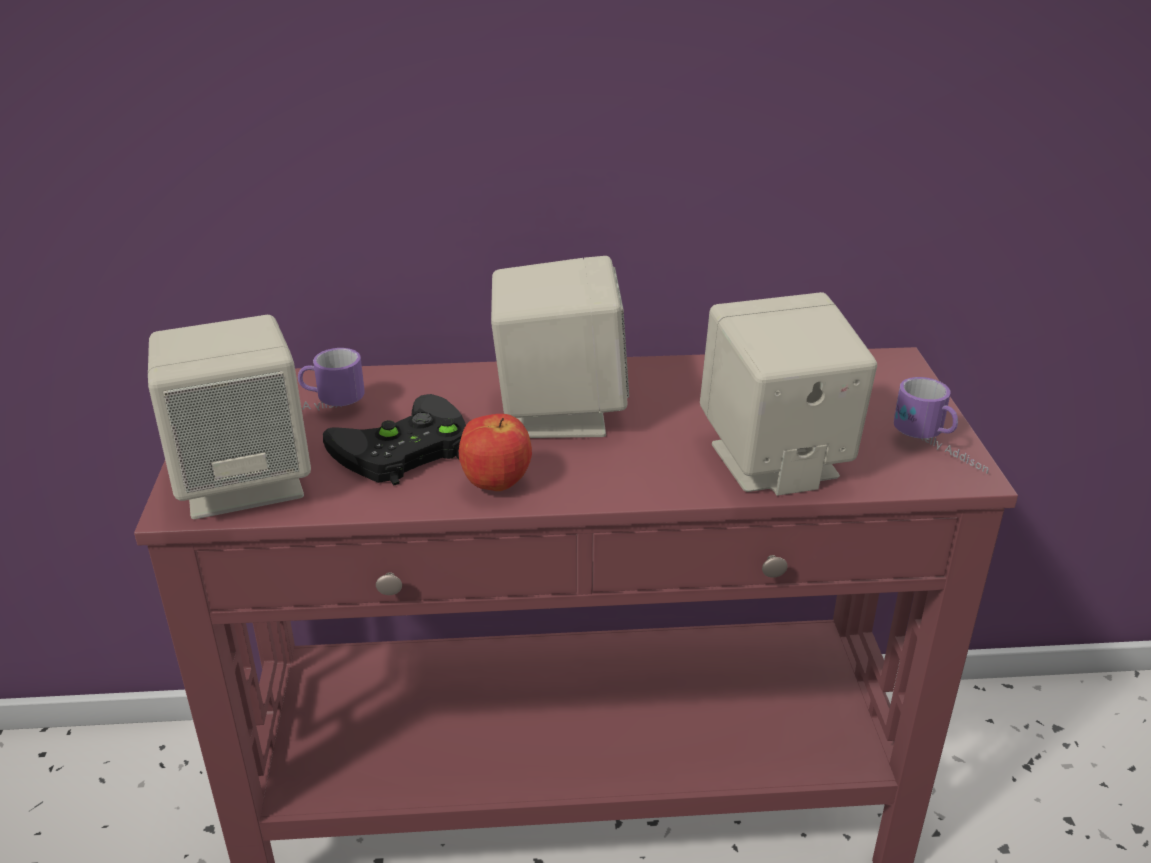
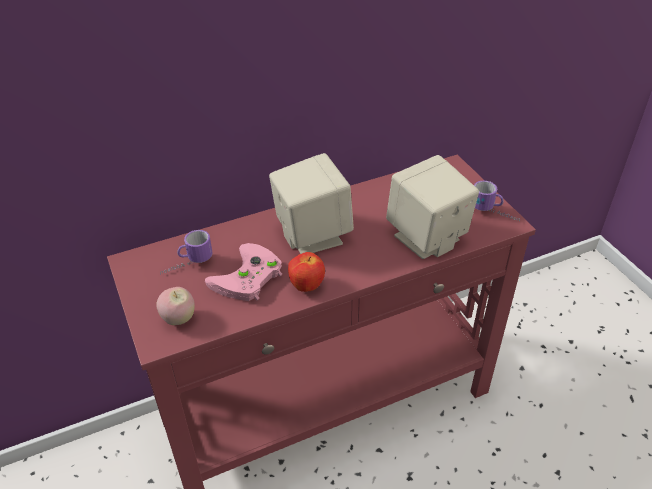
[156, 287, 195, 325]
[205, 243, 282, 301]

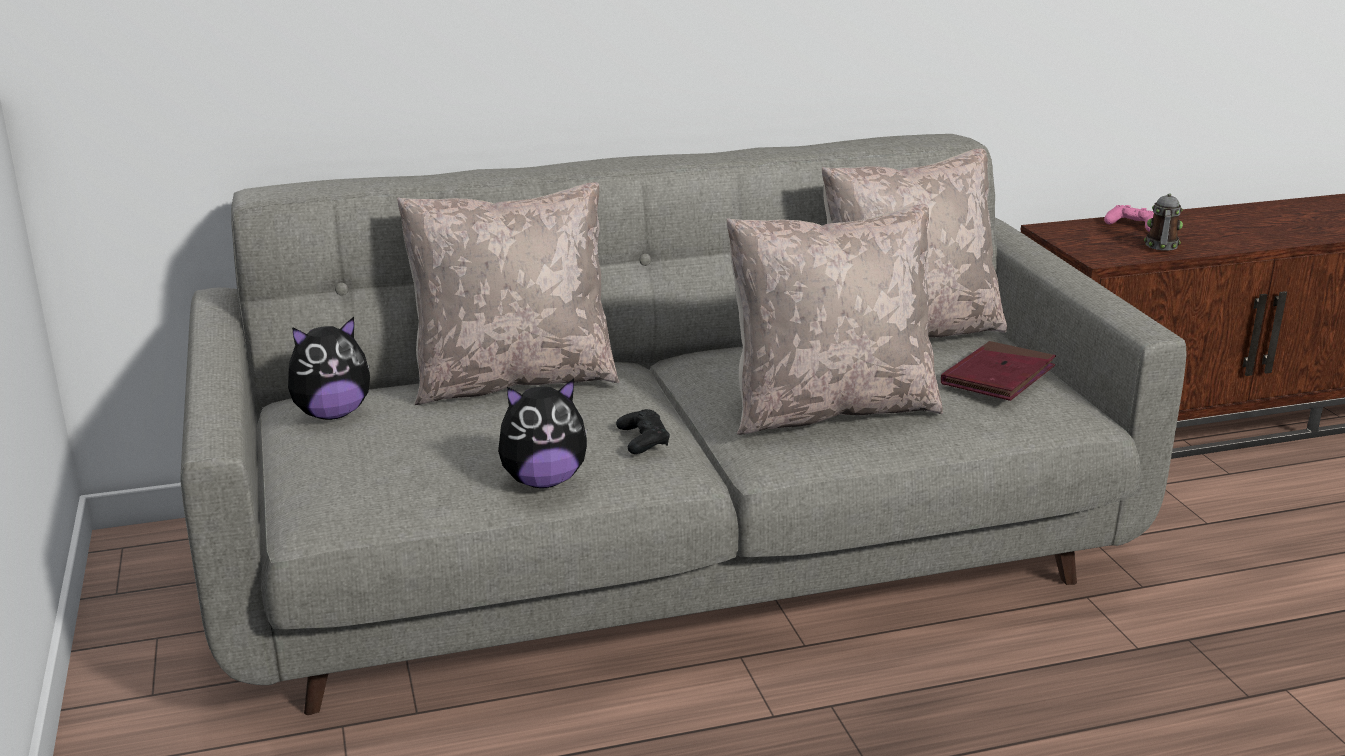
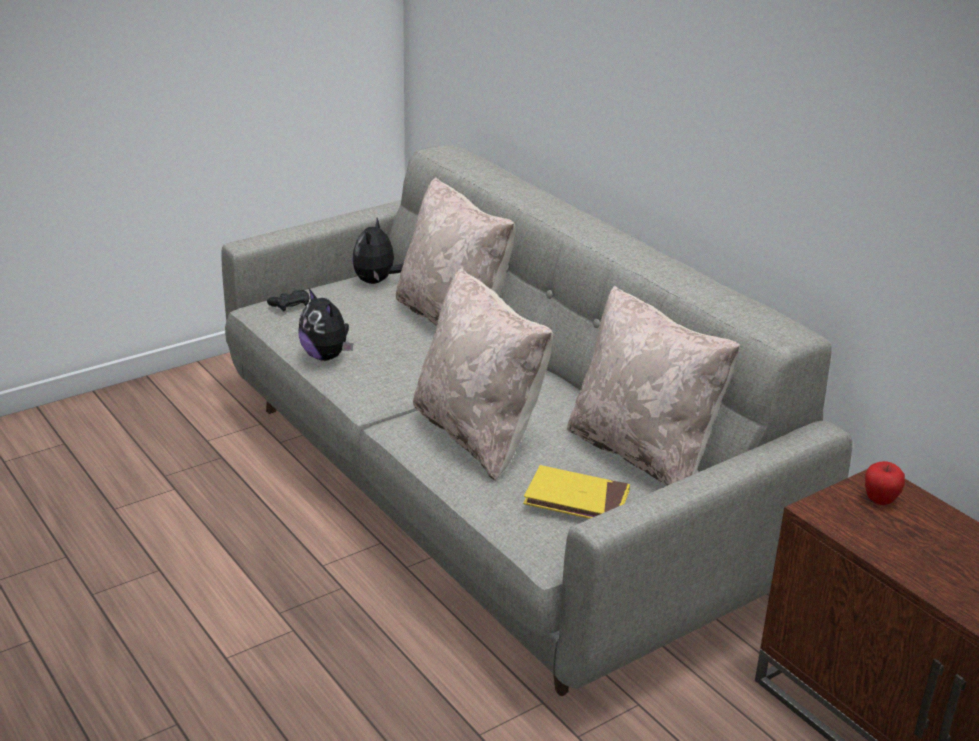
[267, 289, 309, 312]
[352, 218, 404, 284]
[523, 465, 630, 519]
[865, 461, 905, 505]
[1104, 205, 1154, 232] (first image)
[1144, 193, 1183, 251] (first image)

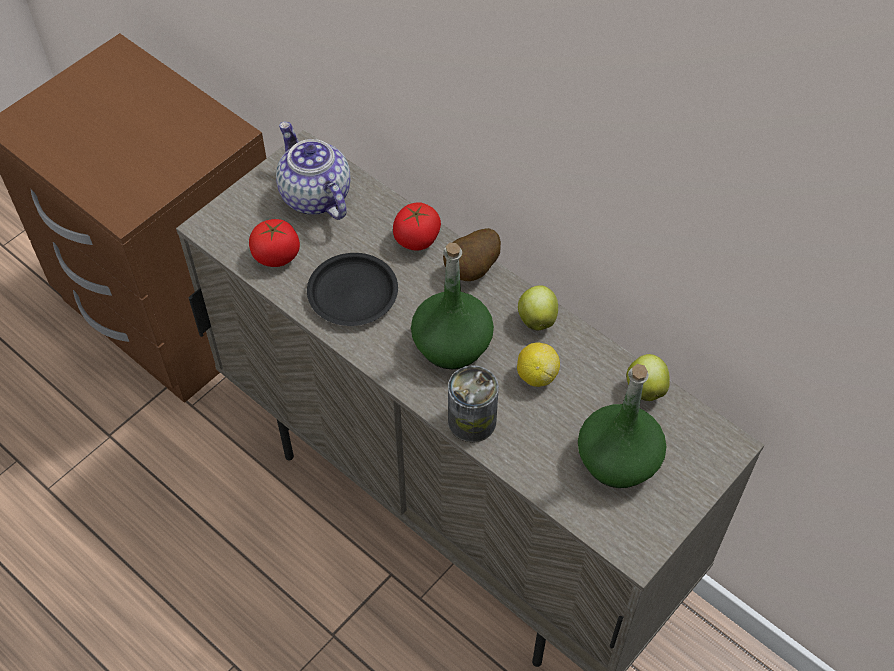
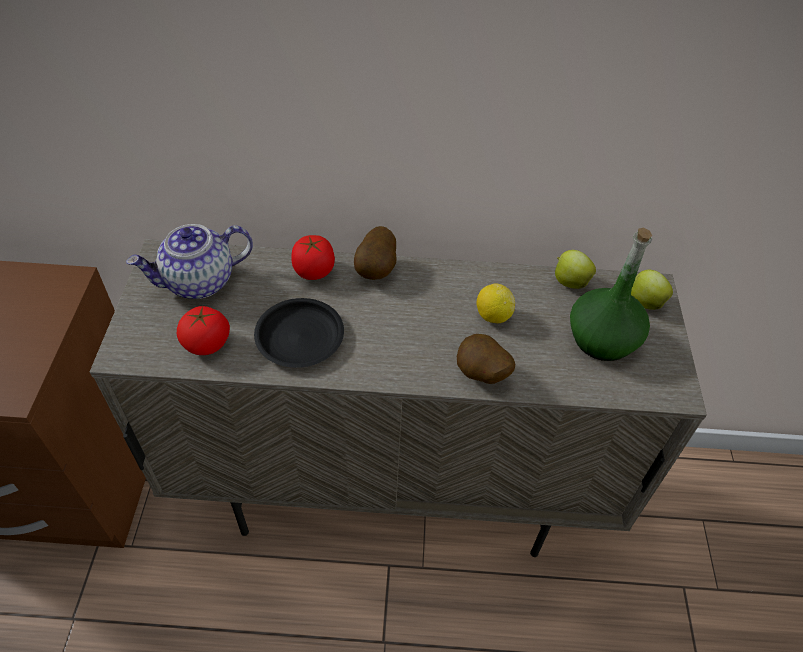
[126, 224, 253, 299]
[457, 334, 515, 384]
[631, 270, 673, 310]
[411, 243, 494, 369] (first image)

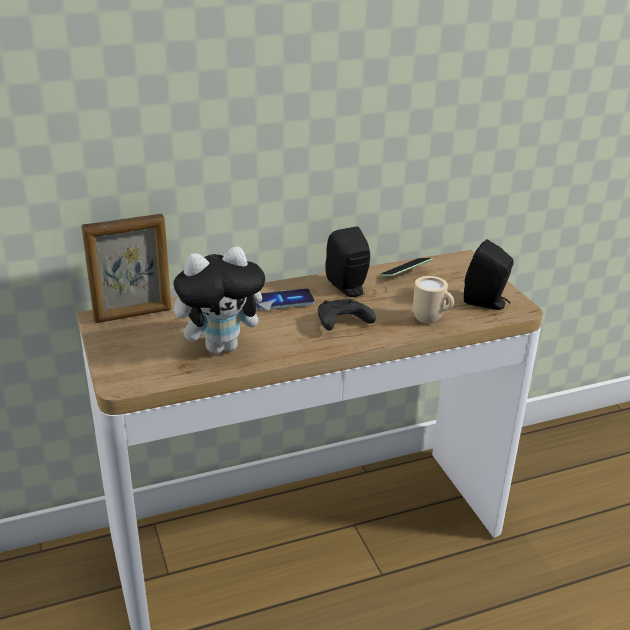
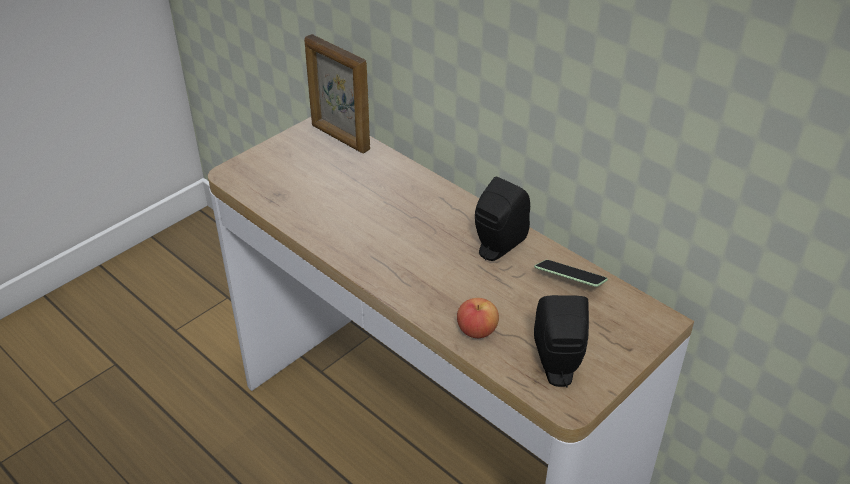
[457, 298, 499, 338]
[173, 246, 273, 354] (first image)
[256, 288, 315, 311] (first image)
[318, 299, 376, 330] (first image)

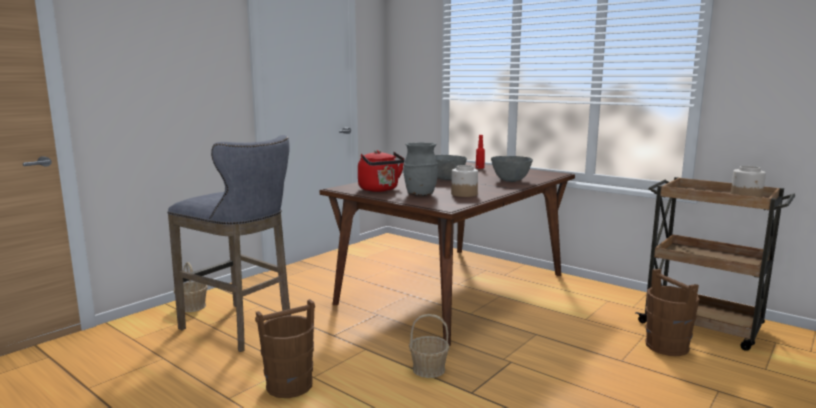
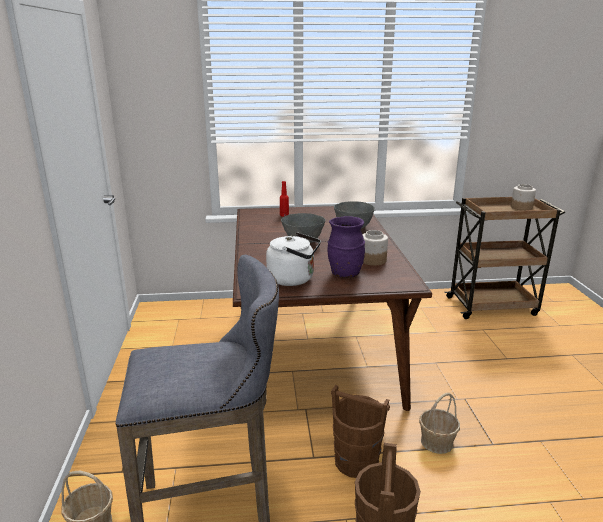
[266, 232, 321, 286]
[328, 216, 365, 277]
[331, 385, 390, 478]

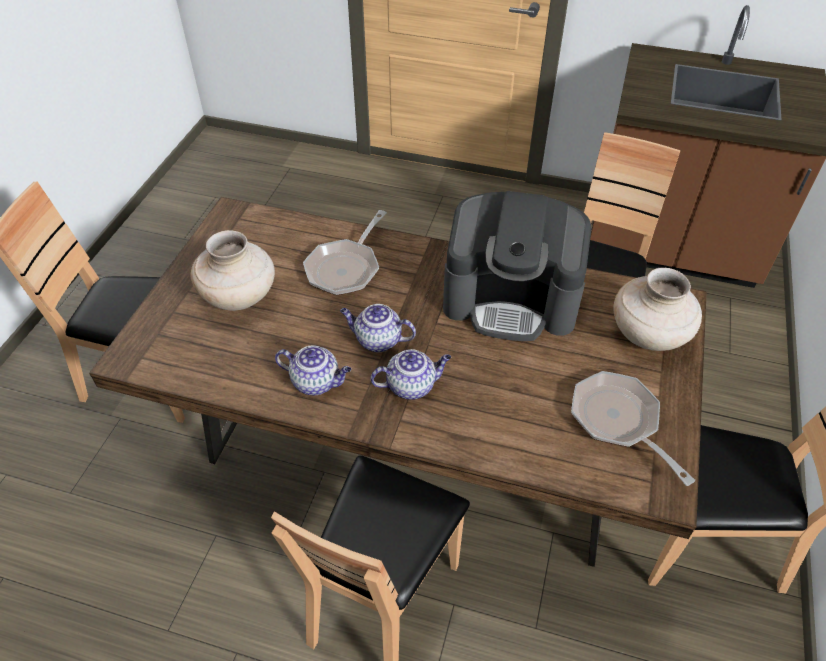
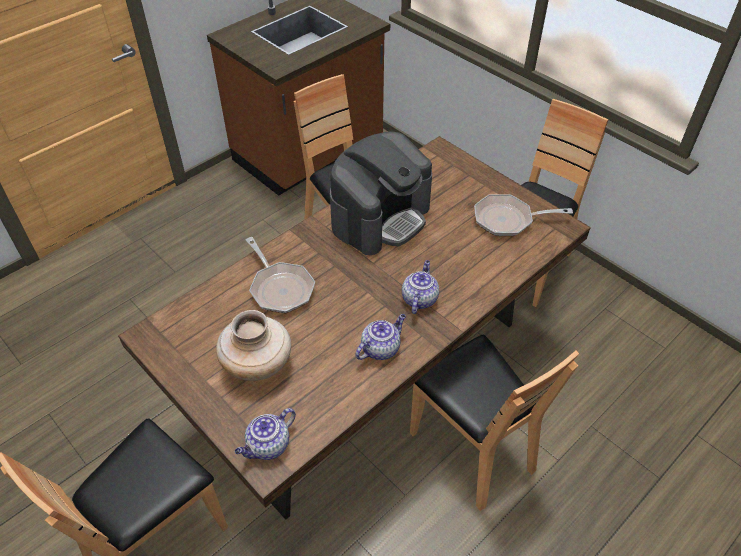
[235, 408, 296, 460]
[613, 268, 702, 351] (first image)

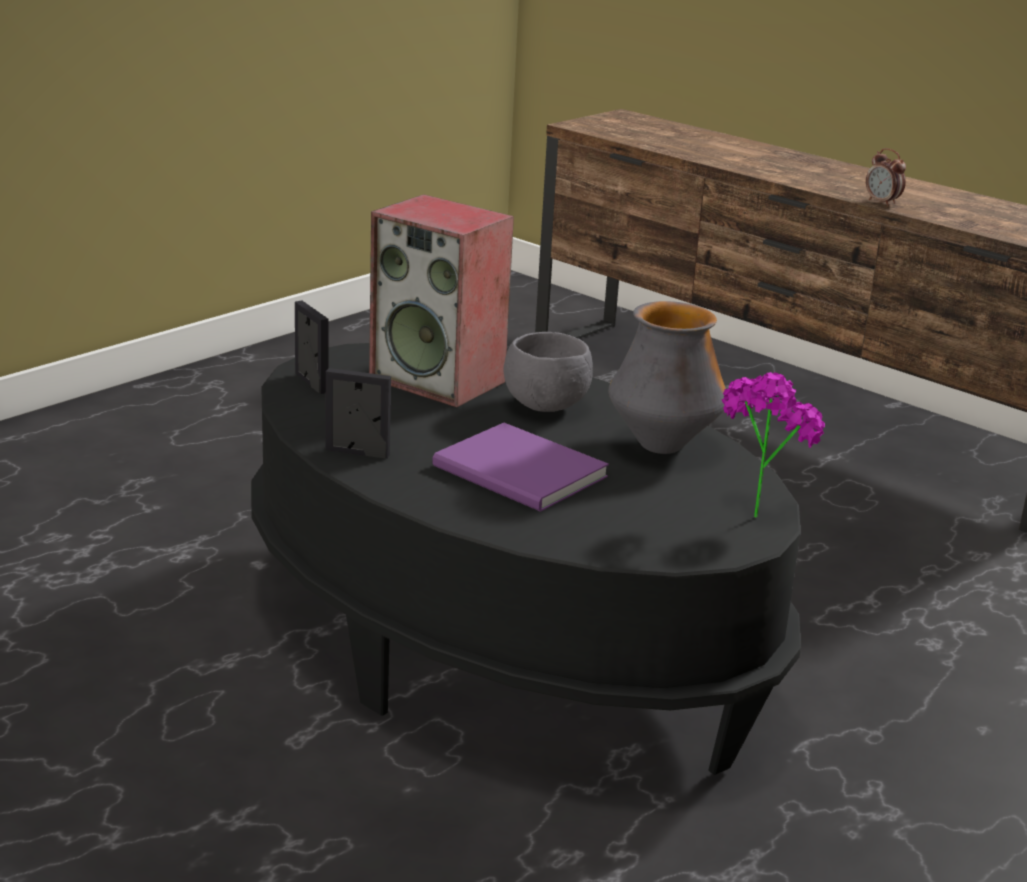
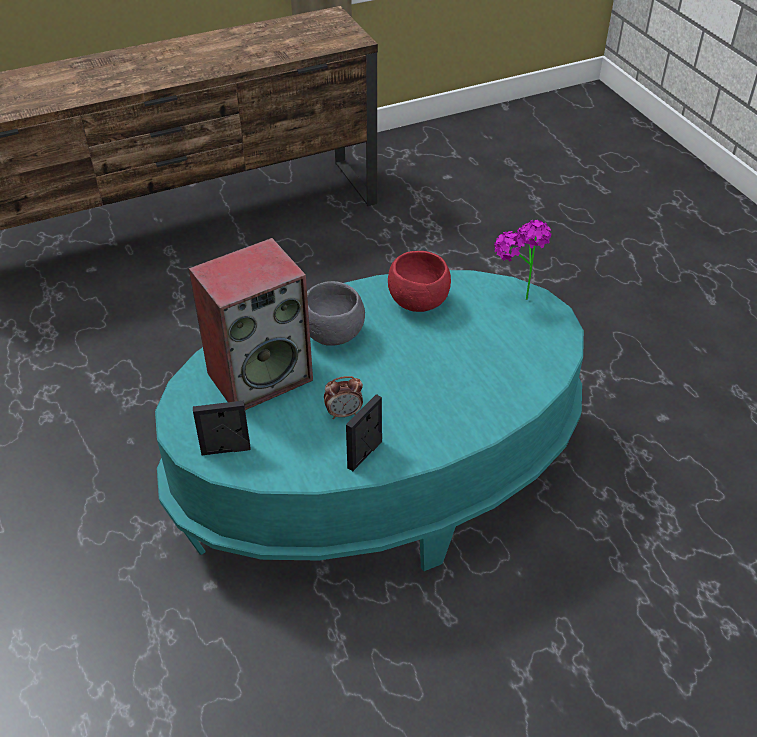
[155, 270, 584, 571]
[324, 376, 363, 419]
[388, 251, 451, 312]
[432, 423, 609, 512] (first image)

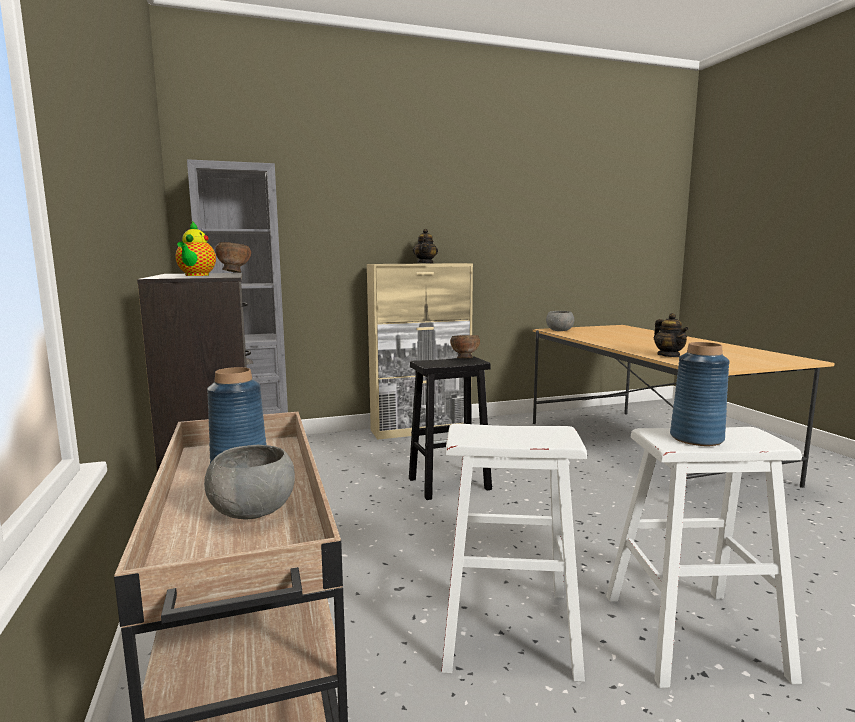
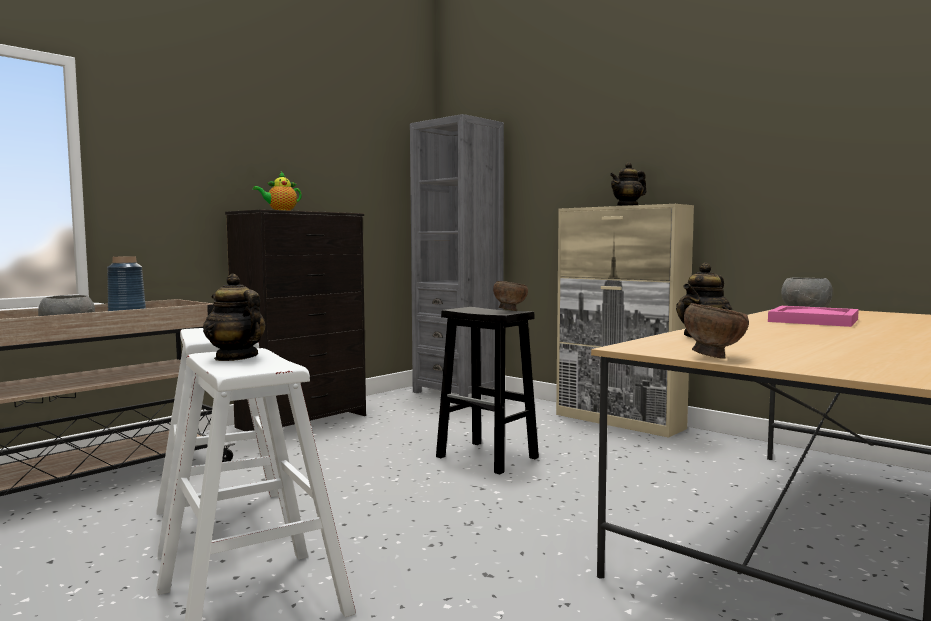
[203, 274, 266, 361]
[684, 303, 749, 359]
[768, 306, 859, 327]

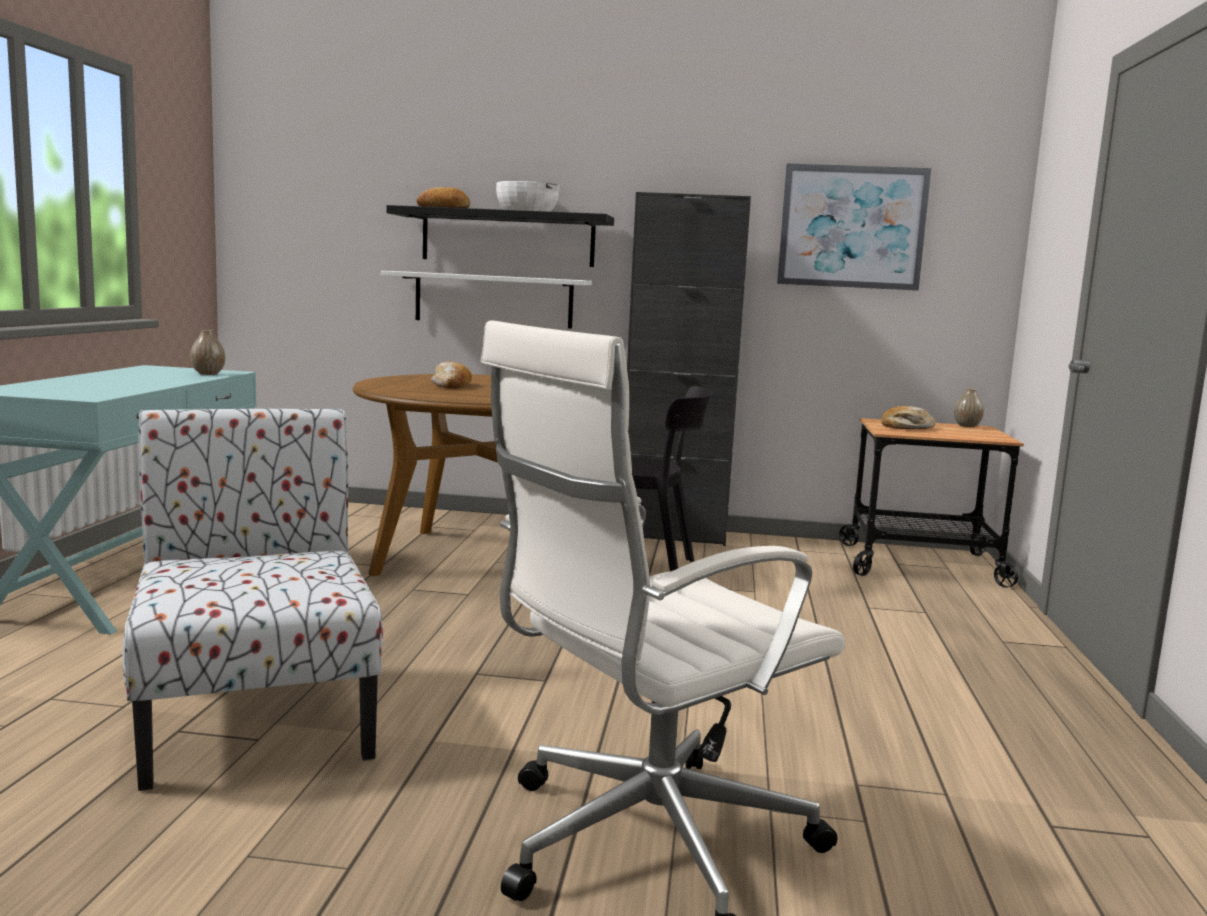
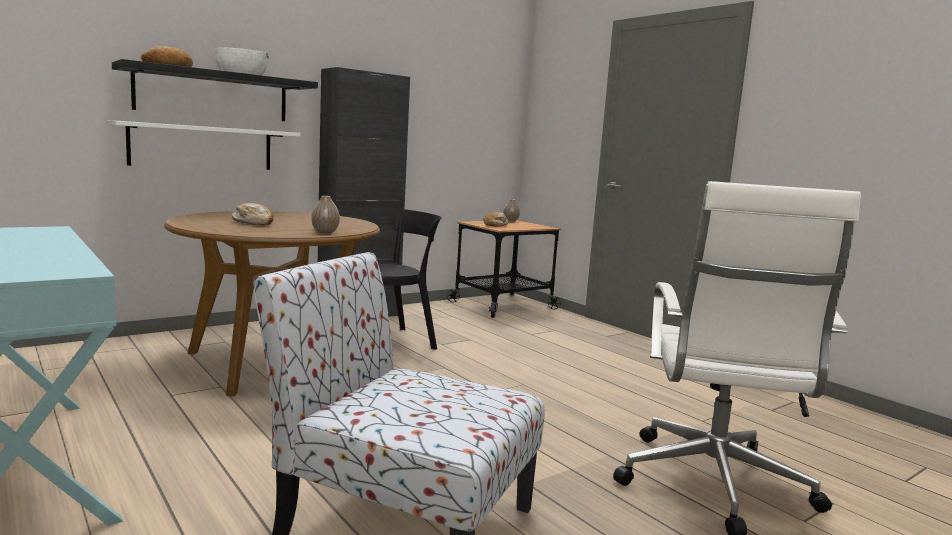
[311, 196, 340, 234]
[777, 163, 931, 291] (first image)

